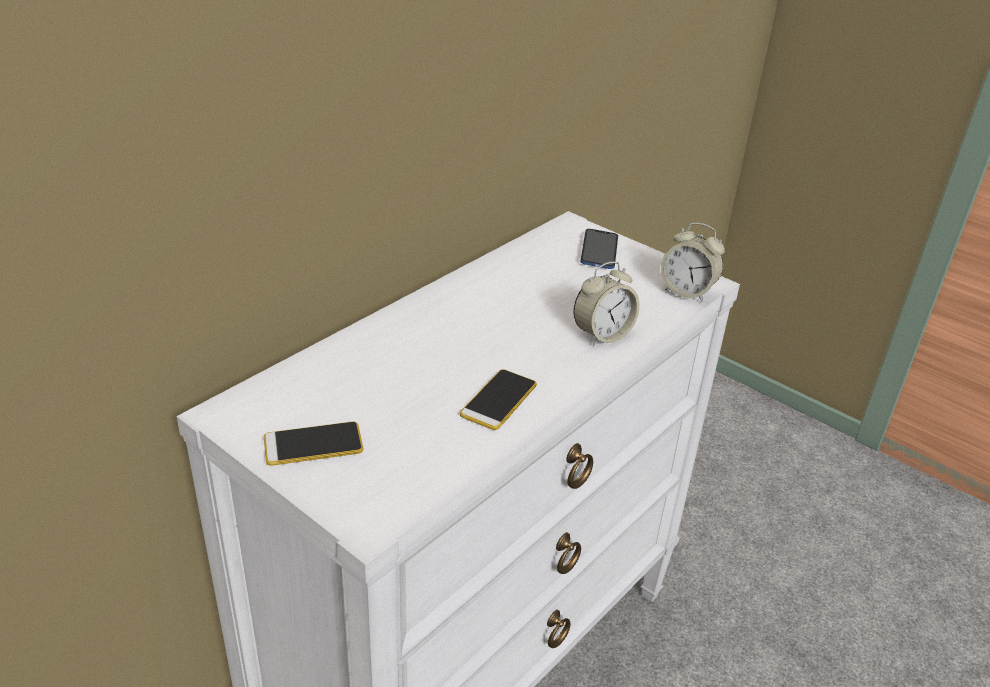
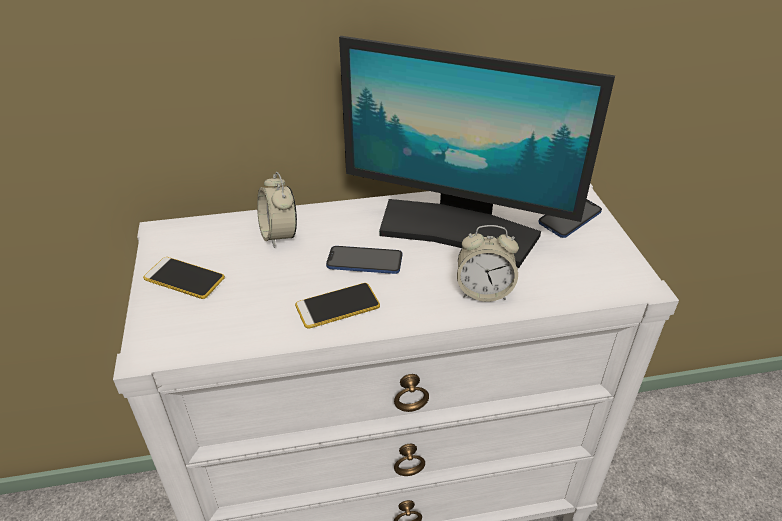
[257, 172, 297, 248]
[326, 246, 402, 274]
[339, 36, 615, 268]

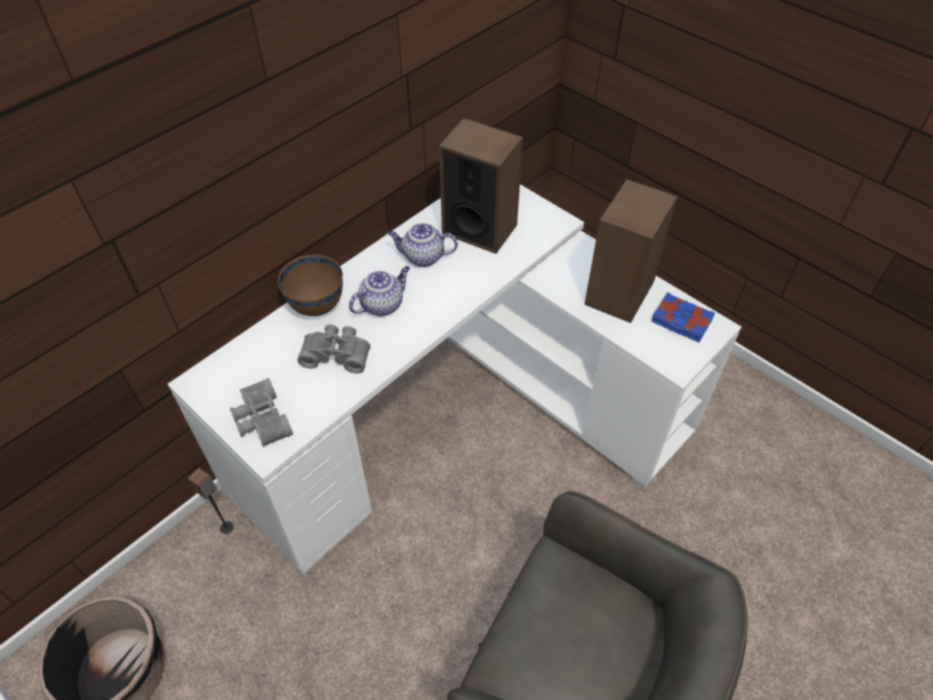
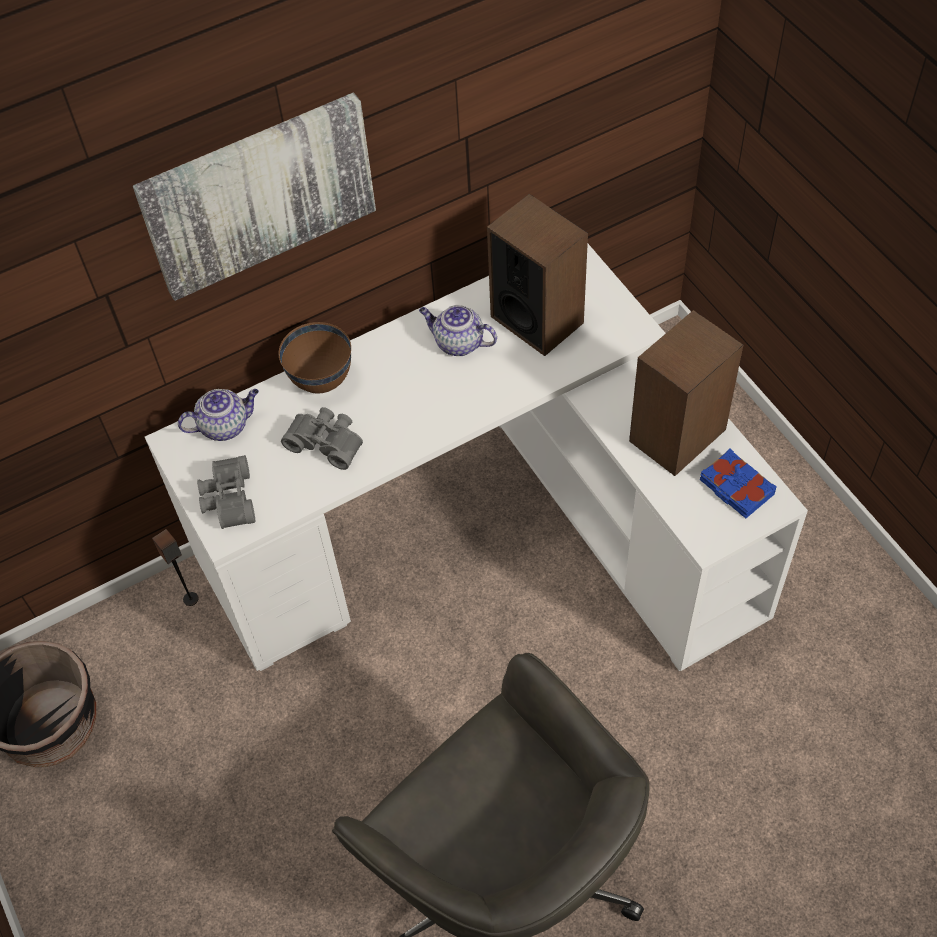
[133, 92, 376, 301]
[178, 389, 259, 441]

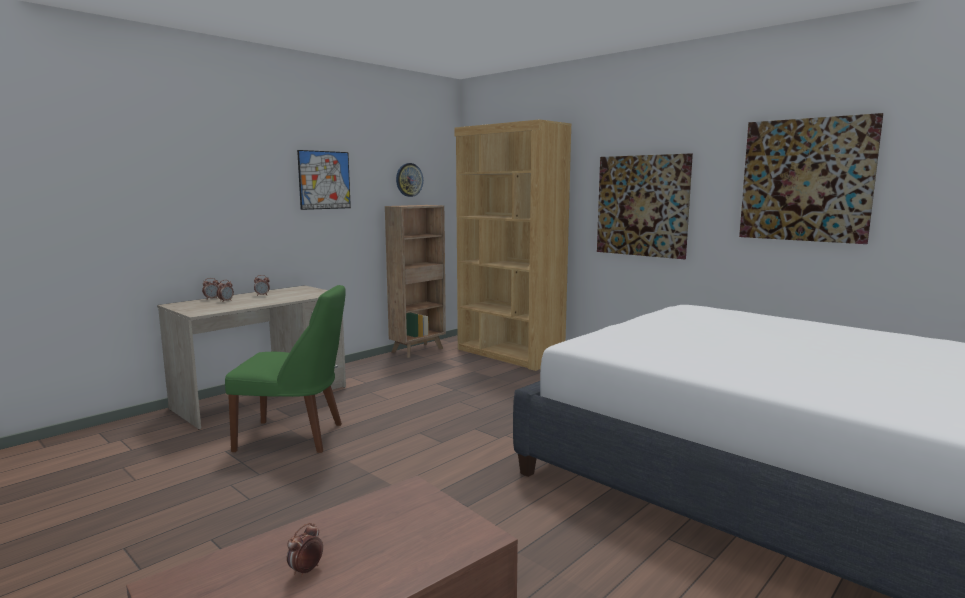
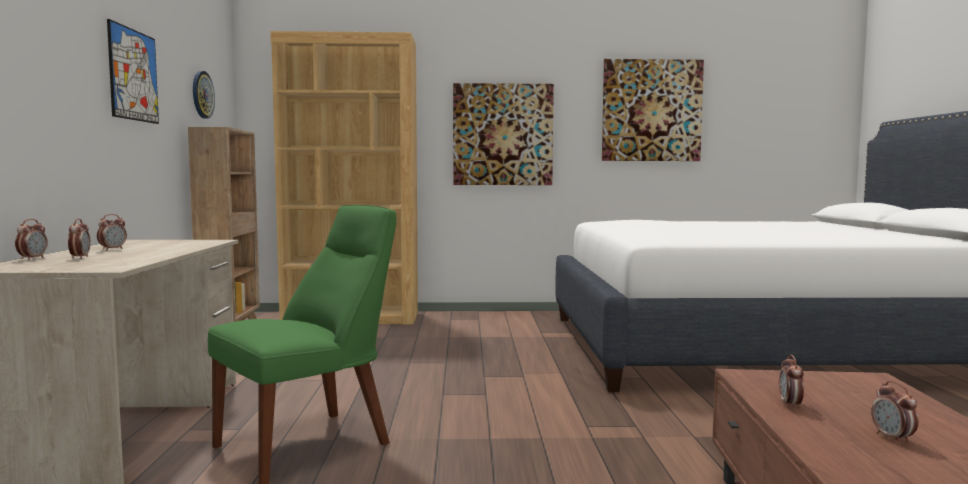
[779, 355, 804, 409]

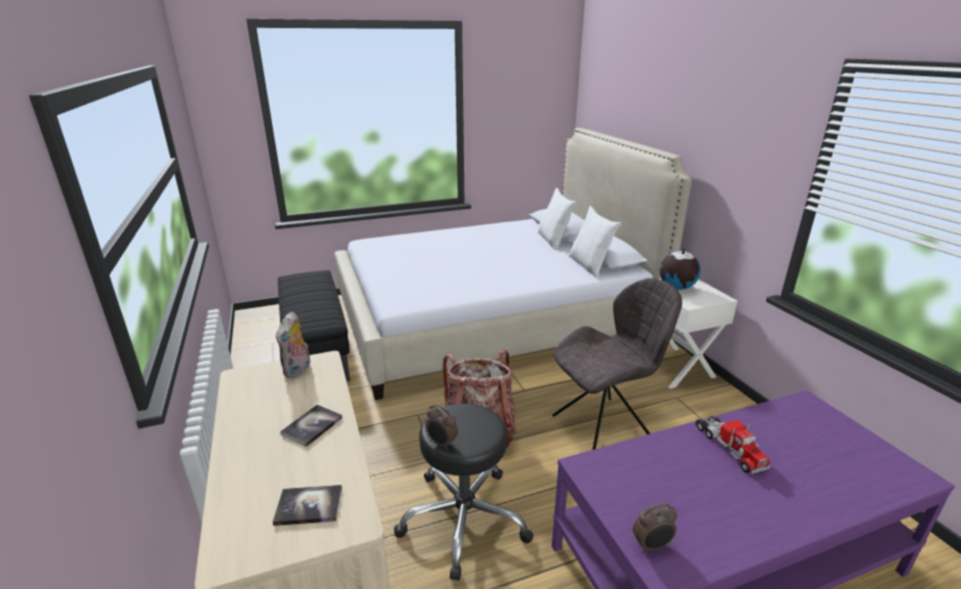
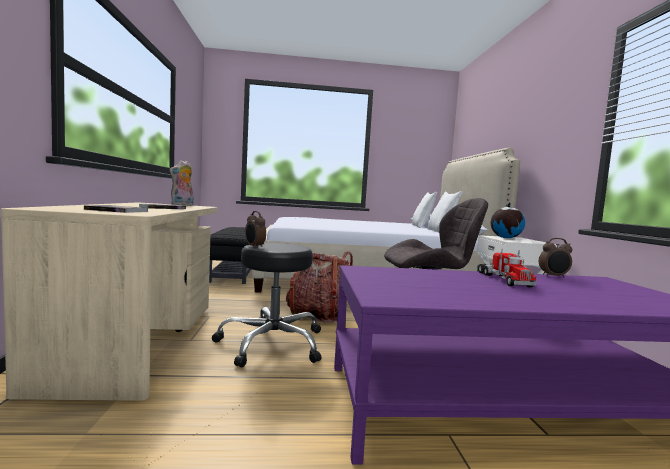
[539, 238, 572, 278]

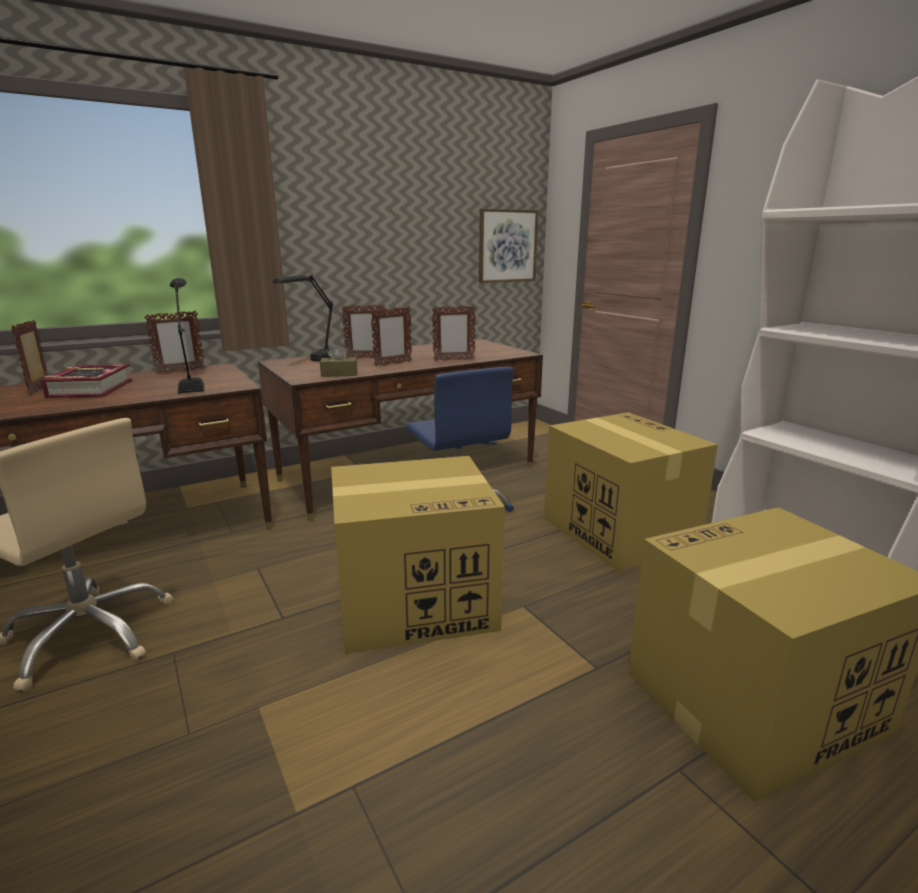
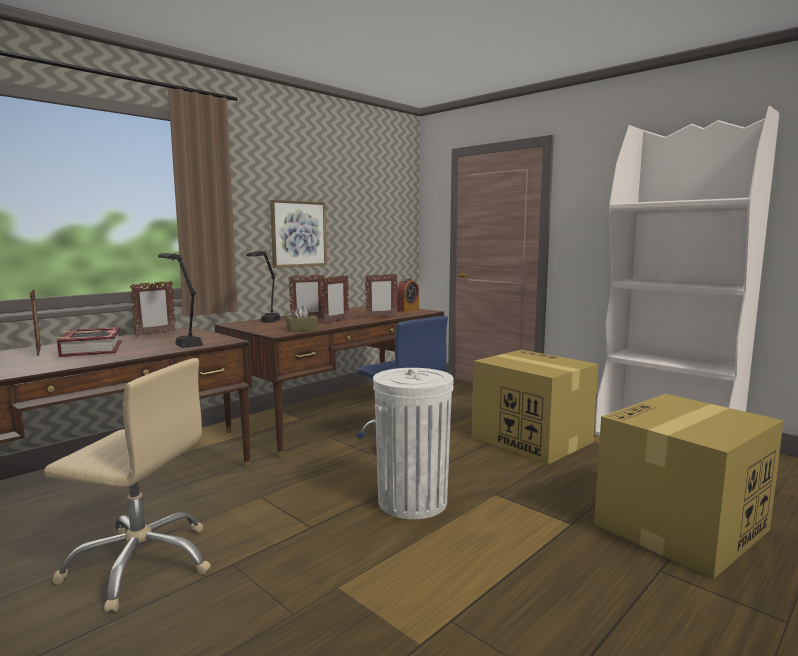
[270, 200, 327, 268]
[373, 368, 454, 519]
[397, 279, 419, 311]

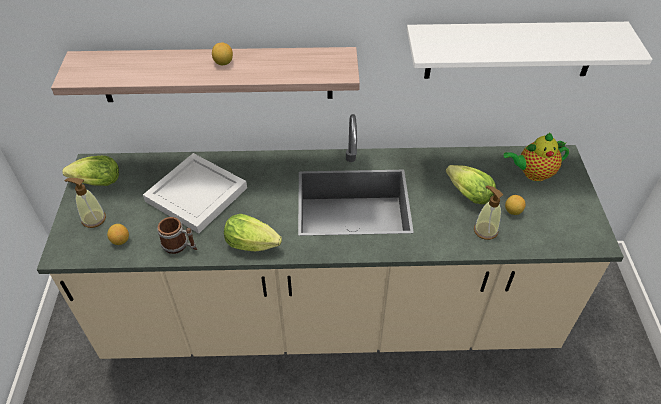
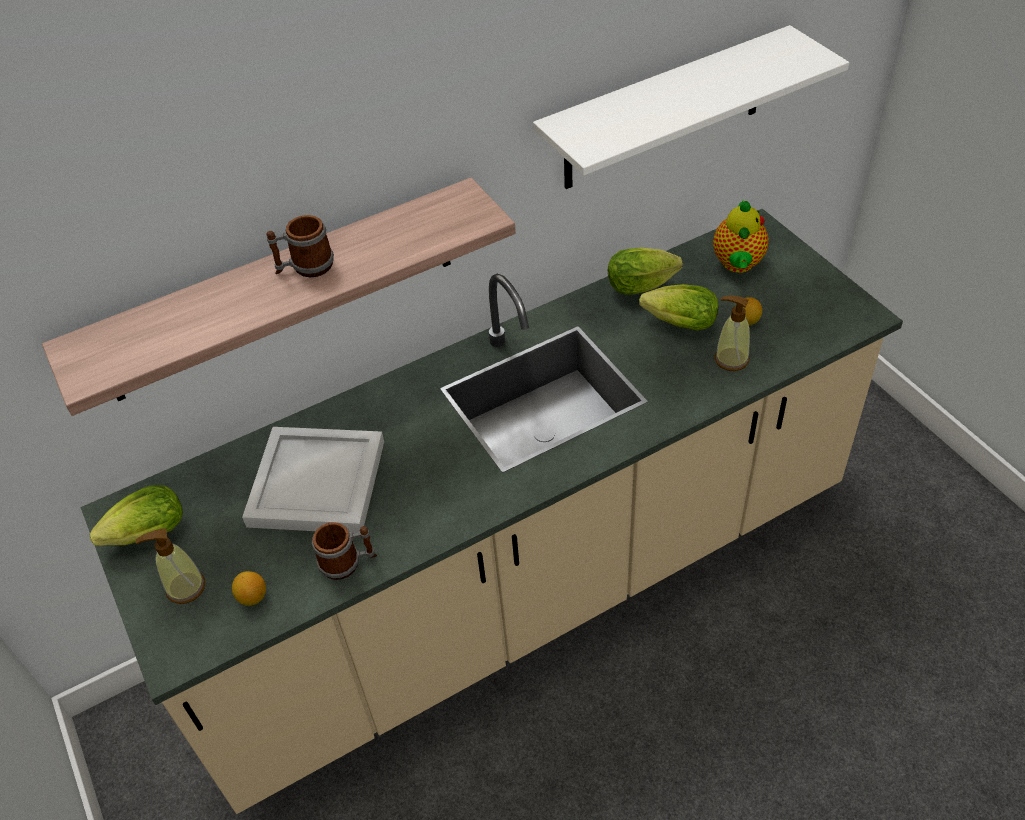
[266, 215, 334, 278]
[608, 247, 683, 295]
[713, 200, 769, 273]

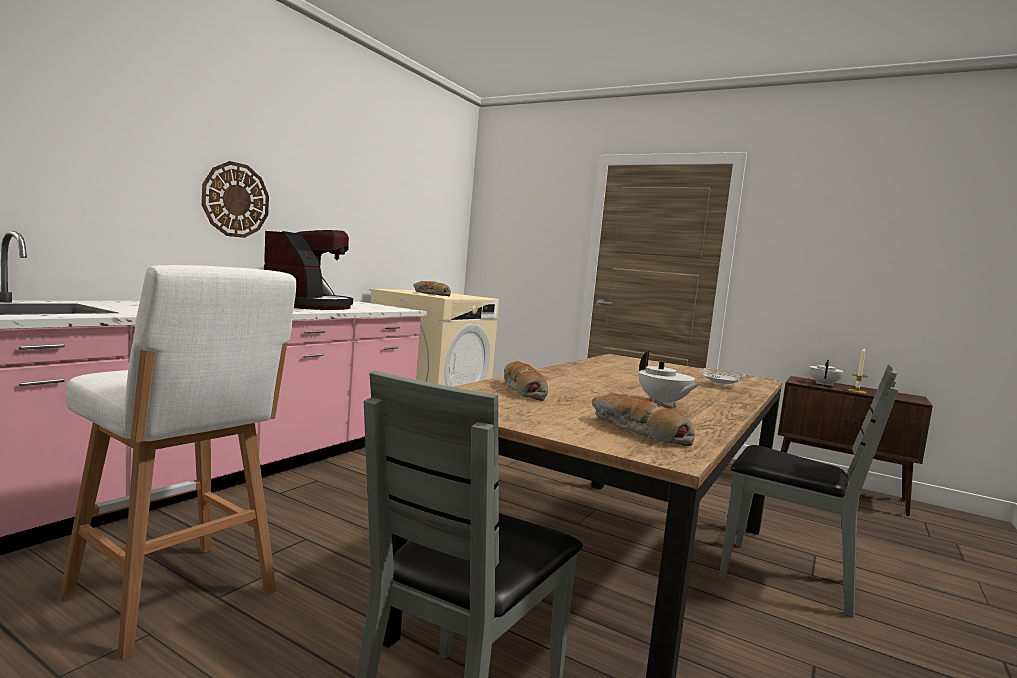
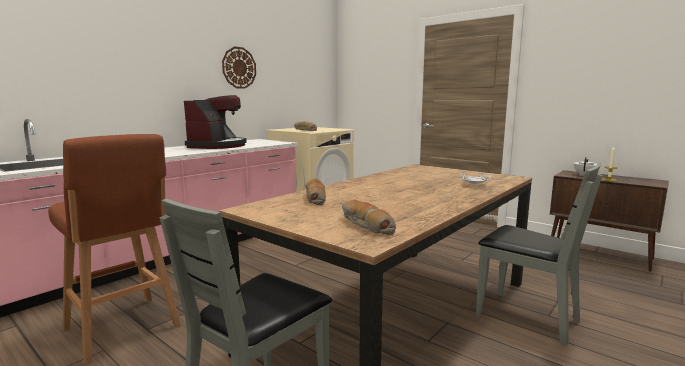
[48, 134, 181, 365]
[222, 46, 256, 89]
[639, 351, 700, 407] (first image)

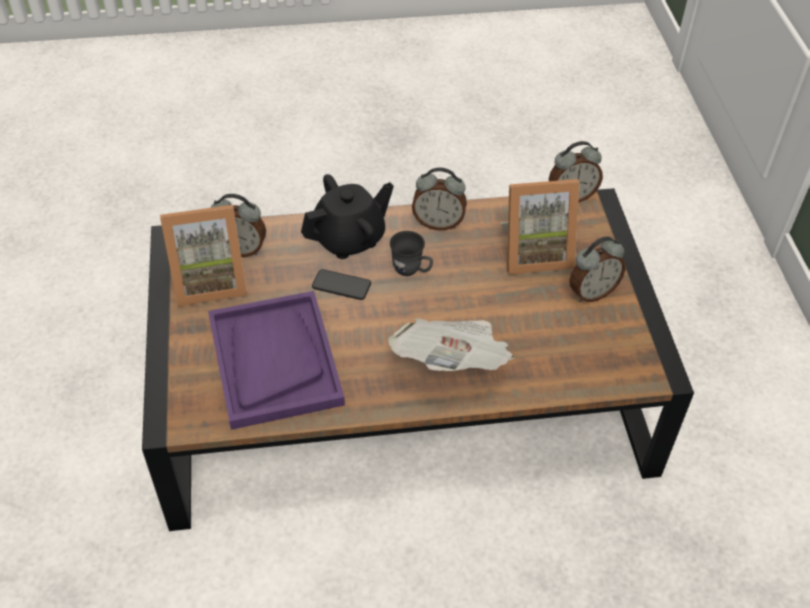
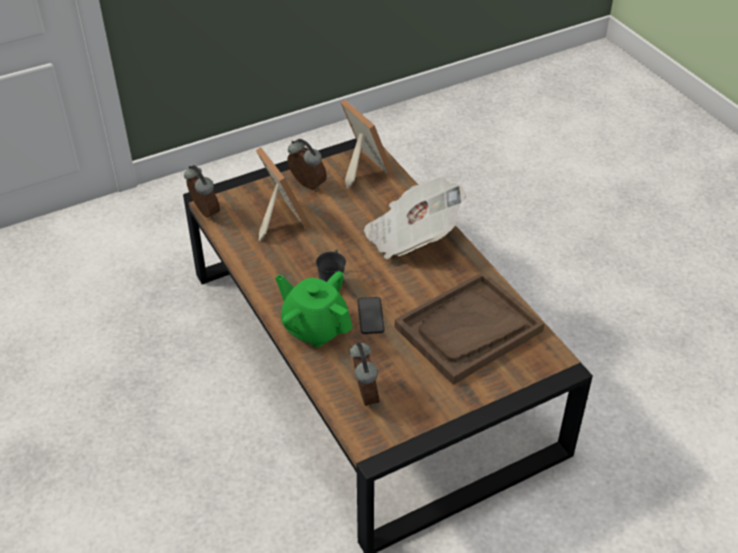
[275, 271, 353, 348]
[341, 100, 394, 189]
[395, 272, 545, 385]
[412, 168, 467, 230] (first image)

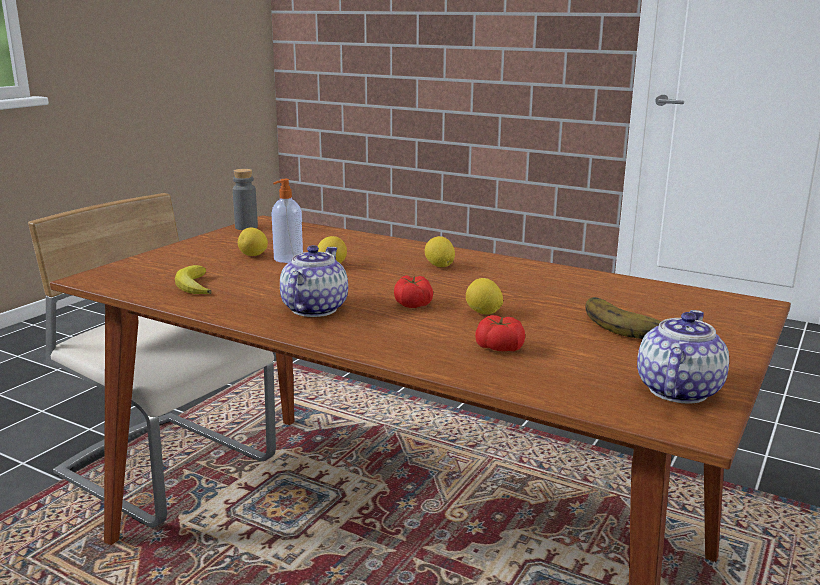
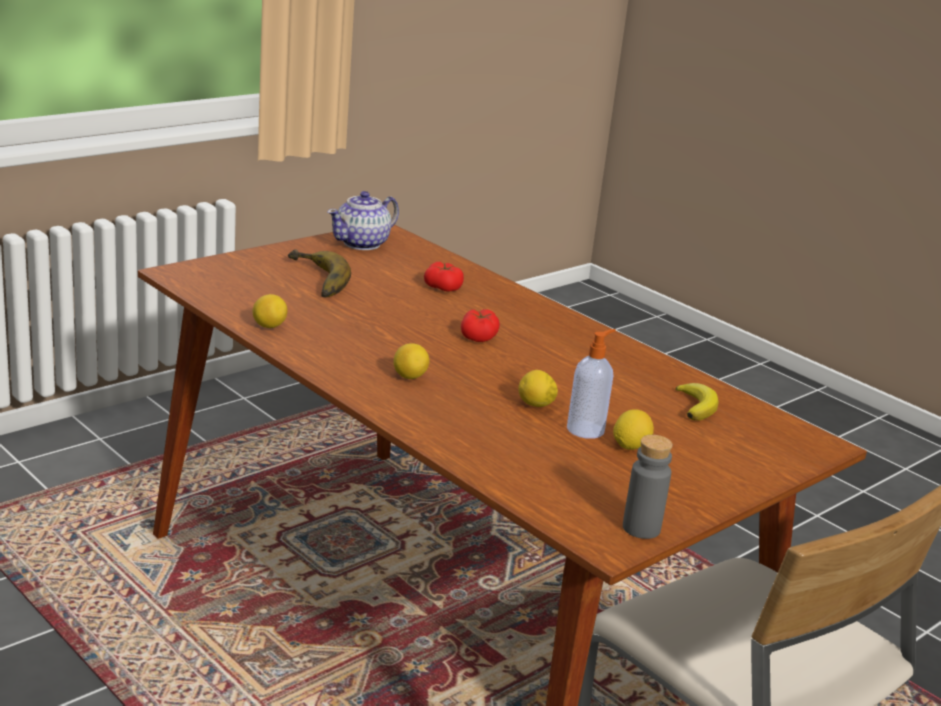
[252, 294, 287, 328]
[280, 245, 348, 317] (first image)

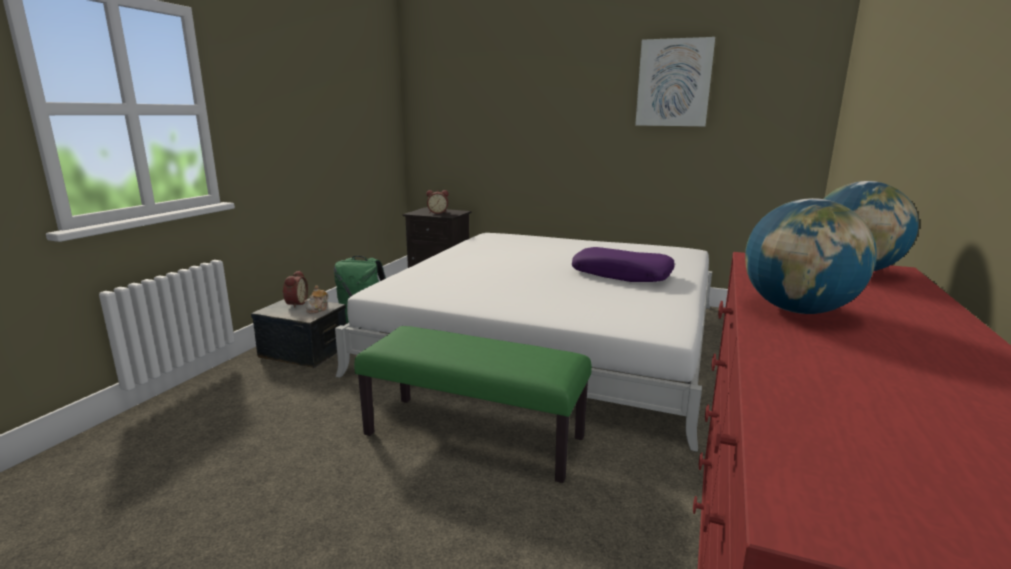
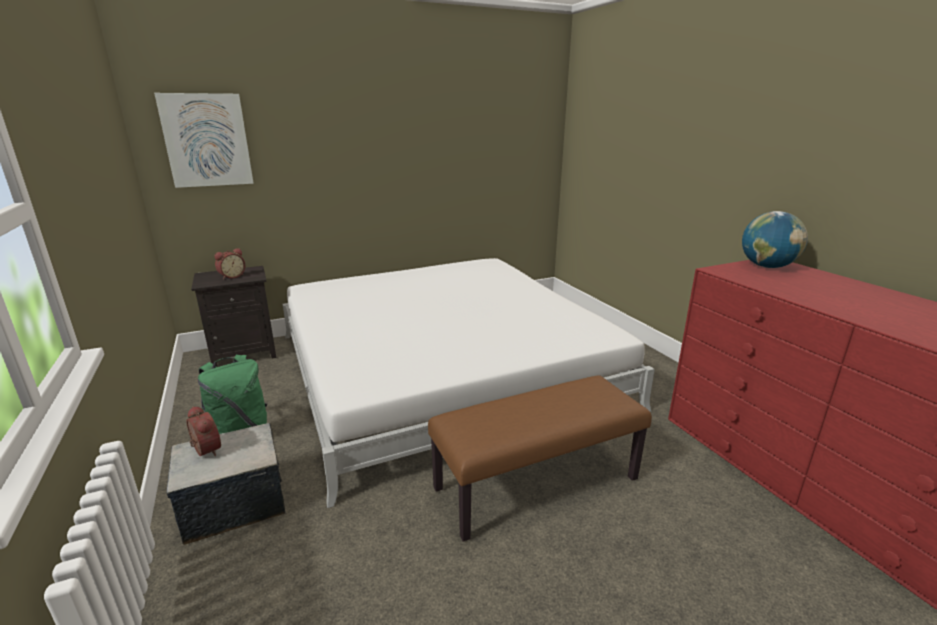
[154, 93, 254, 188]
[428, 375, 652, 542]
[304, 286, 329, 314] (first image)
[572, 247, 675, 282] (first image)
[745, 198, 877, 314] (first image)

